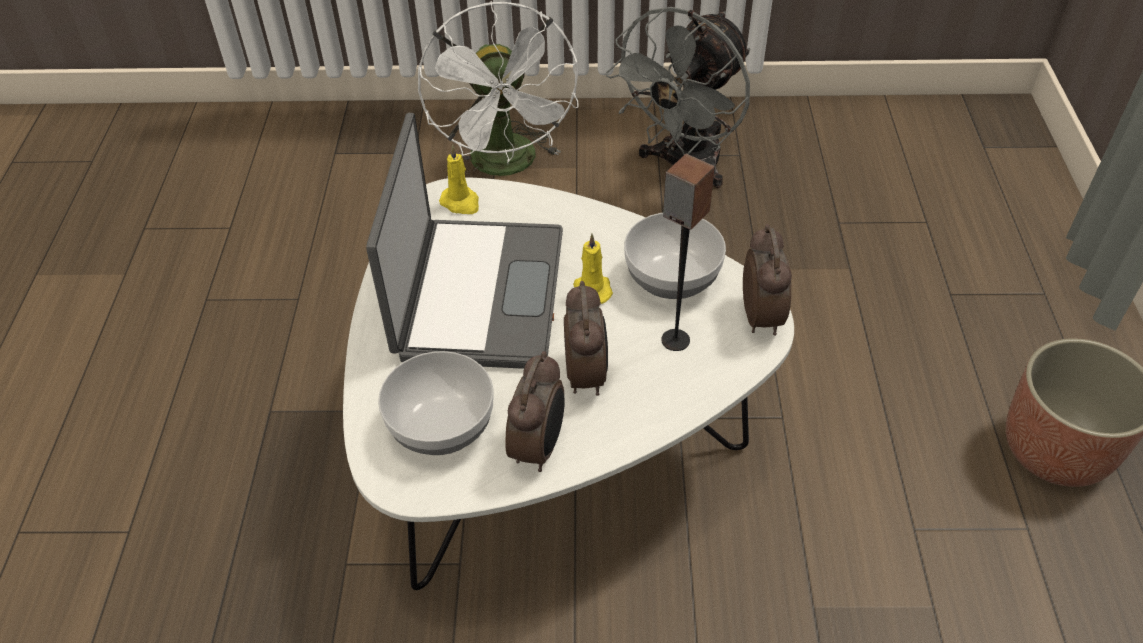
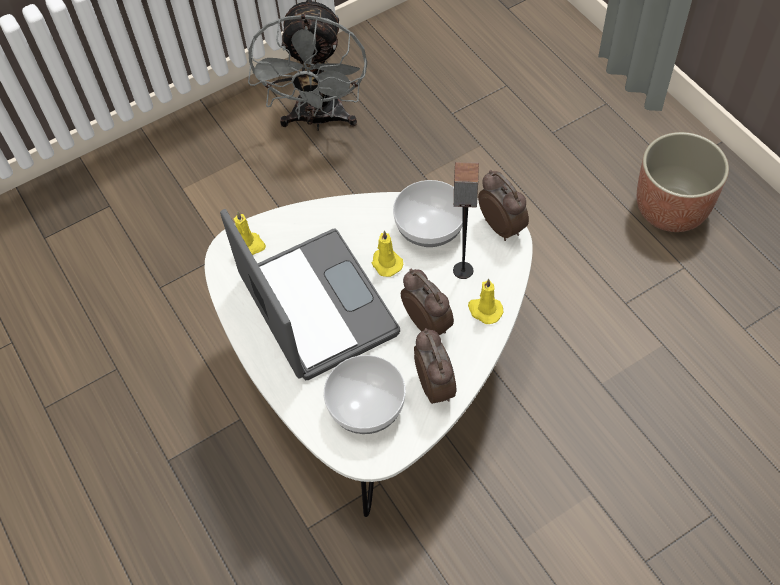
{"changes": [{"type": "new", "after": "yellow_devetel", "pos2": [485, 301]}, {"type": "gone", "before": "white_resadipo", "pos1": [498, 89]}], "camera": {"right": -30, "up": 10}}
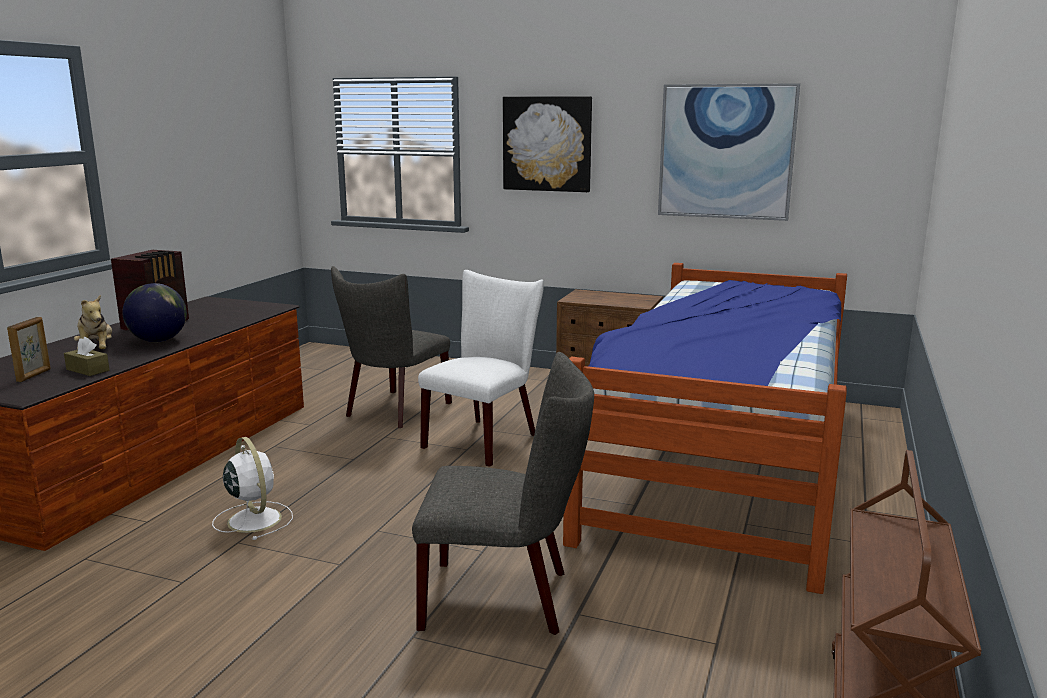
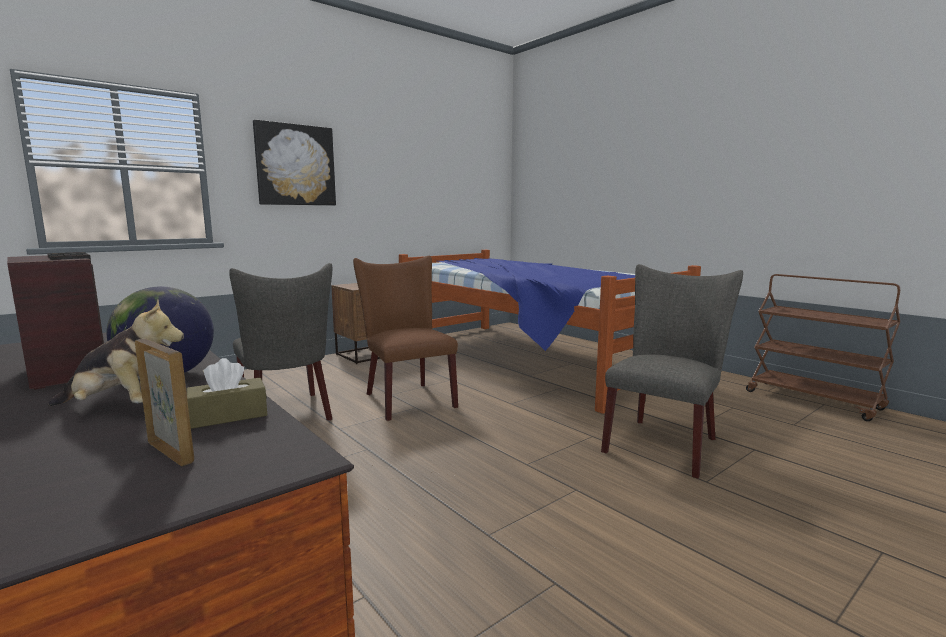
{"changes": [{"type": "repainted", "before": "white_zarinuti", "after": "brown_zarinuti", "pos1": [481, 368], "pos2": [405, 338]}, {"type": "gone", "before": "white_resadipo", "pos1": [252, 488]}, {"type": "gone", "before": "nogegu", "pos1": [729, 152]}], "camera": {"right": -60, "up": -5}}
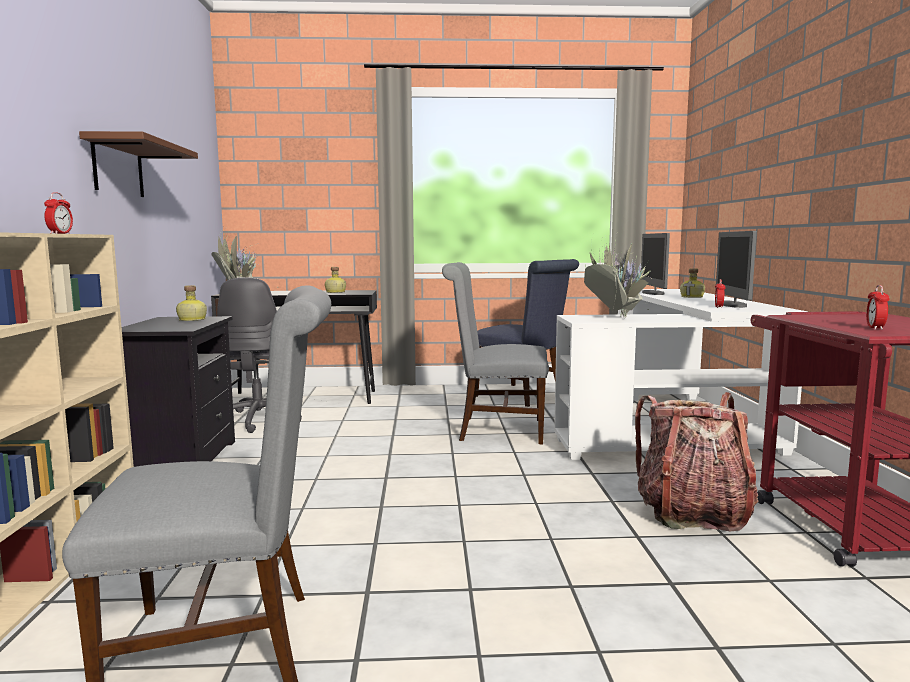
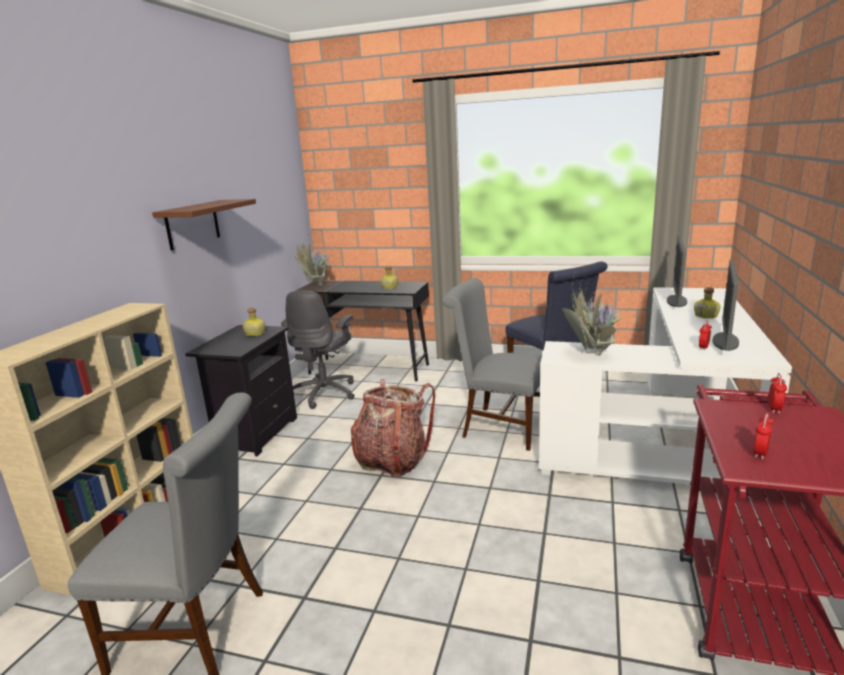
{"changes": [{"type": "shifted", "before": "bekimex", "pos1": [697, 462], "pos2": [393, 428]}, {"type": "shifted", "before": "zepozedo", "pos1": [58, 213], "pos2": [778, 393]}], "camera": {"right": 20, "up": 10}}
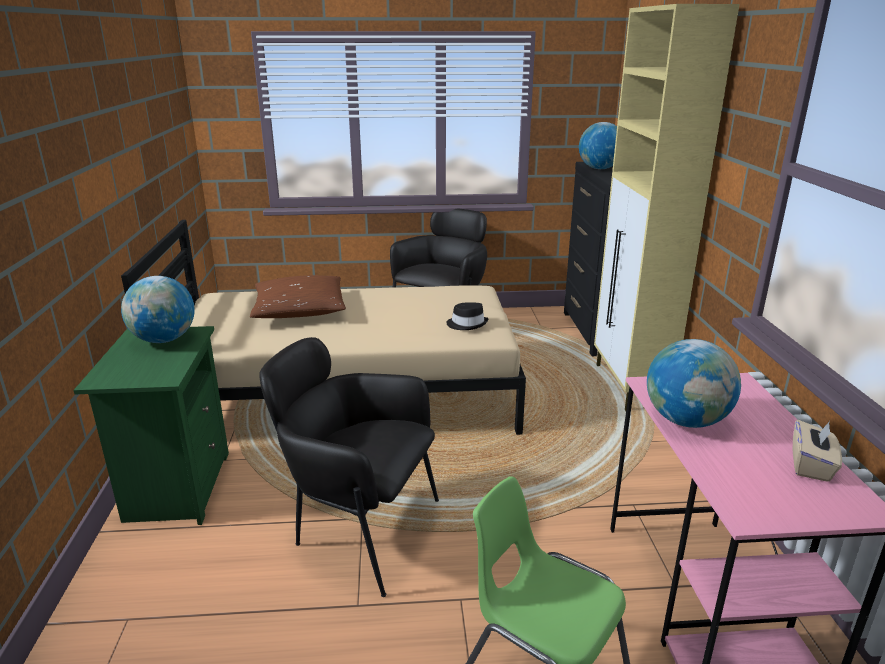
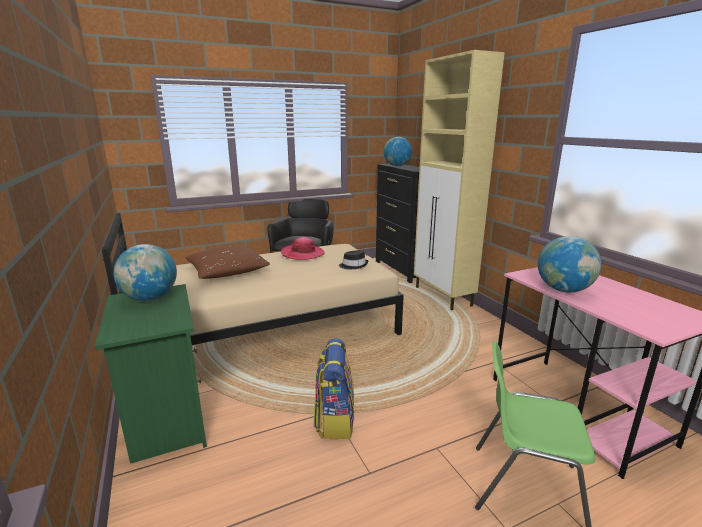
{"changes": [{"type": "new", "after": "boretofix", "pos2": [302, 248]}, {"type": "swapped", "before": "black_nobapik", "after": "bekimex", "pos1": [349, 467], "pos2": [334, 389]}, {"type": "gone", "before": "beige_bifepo", "pos1": [817, 451]}], "camera": {"right": -20, "up": -5}}
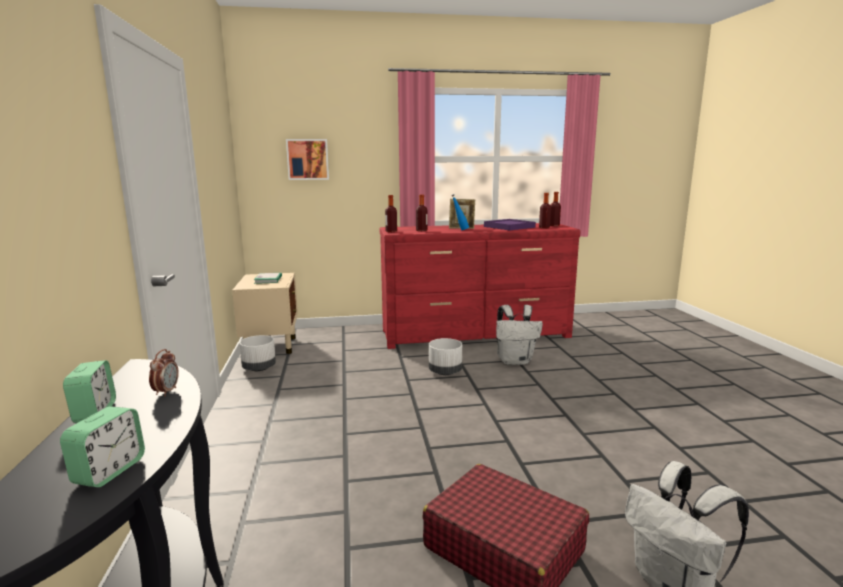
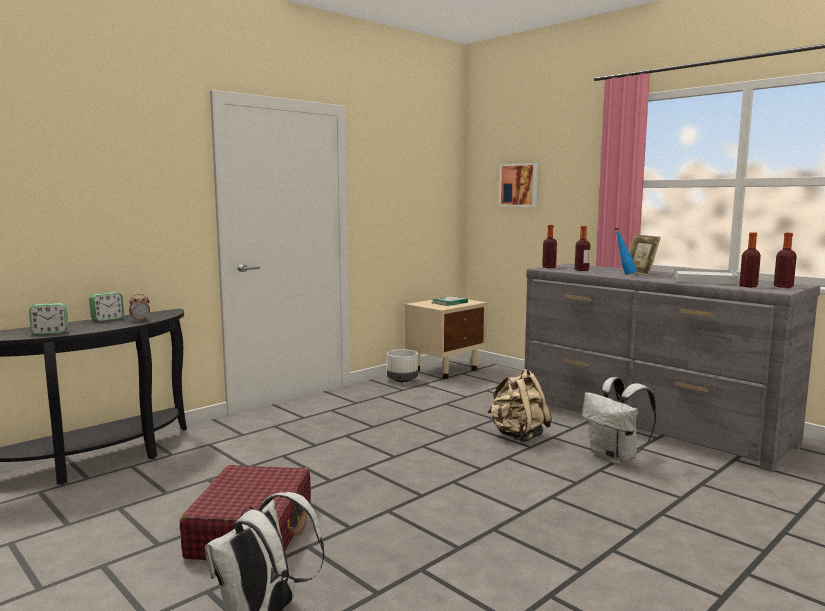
{"changes": [{"type": "swapped", "before": "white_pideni", "after": "beige_bekimex", "pos1": [445, 356], "pos2": [520, 405]}, {"type": "repainted", "before": "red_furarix", "after": "grey_furarix", "pos1": [480, 286], "pos2": [672, 368]}, {"type": "repainted", "before": "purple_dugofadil", "after": "white_dugofadil", "pos1": [510, 225], "pos2": [707, 276]}], "camera": {"right": 55, "up": -5}}
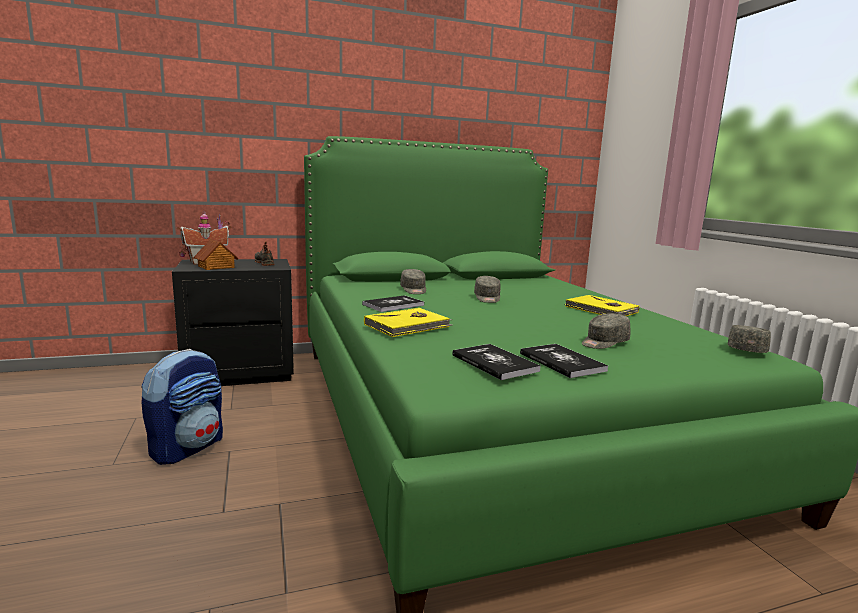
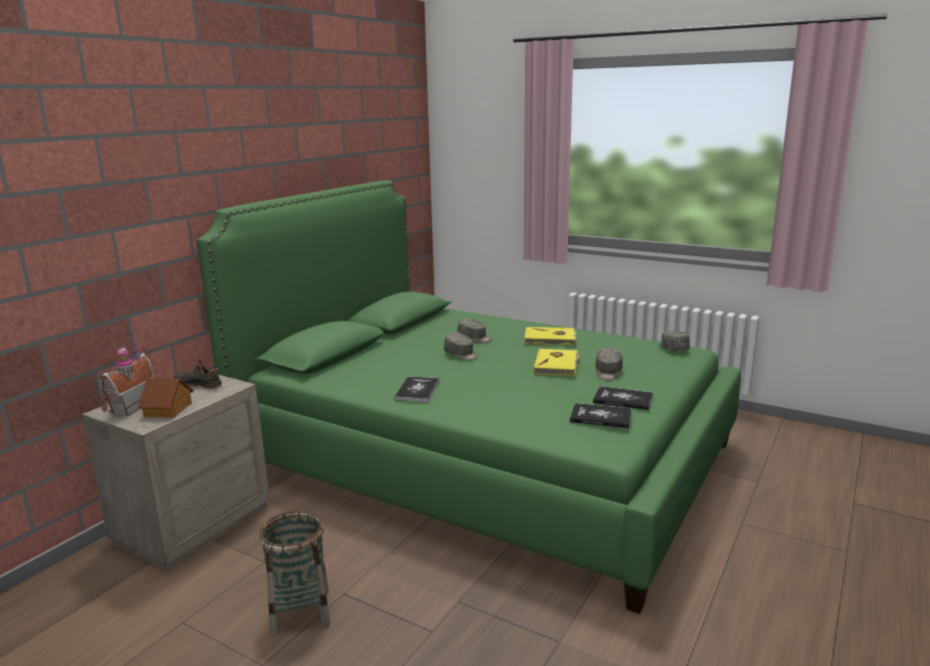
{"changes": [{"type": "repainted", "before": "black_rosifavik", "after": "beige_rosifavik", "pos1": [233, 322], "pos2": [175, 473]}, {"type": "swapped", "before": "bekimex", "after": "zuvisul", "pos1": [182, 407], "pos2": [295, 573]}, {"type": "shifted", "before": "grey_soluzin", "pos1": [413, 281], "pos2": [474, 331]}, {"type": "shifted", "before": "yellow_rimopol", "pos1": [408, 322], "pos2": [557, 362]}], "camera": {"right": -40, "up": 5}}
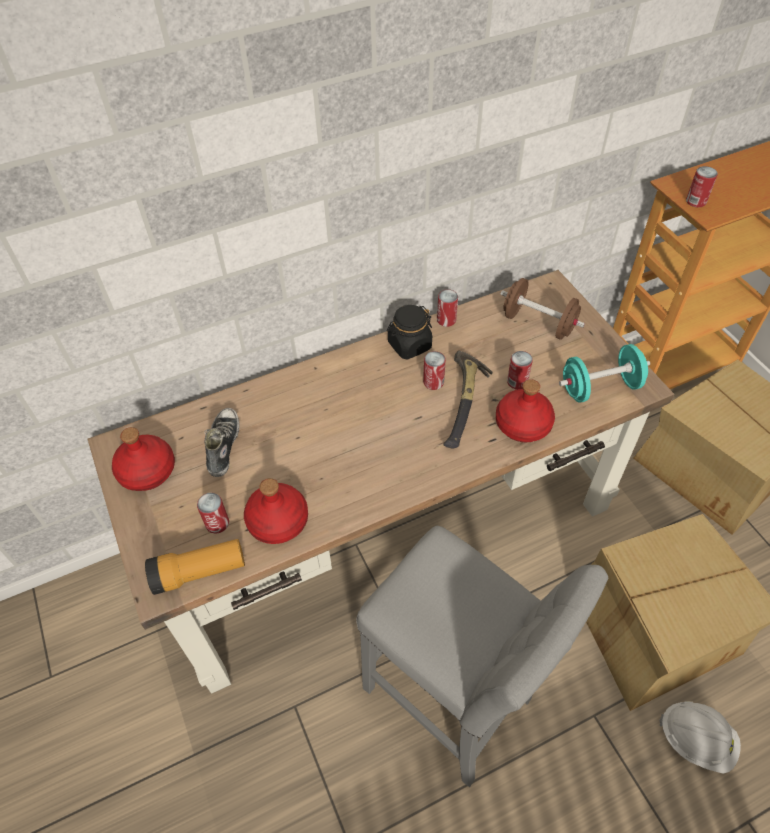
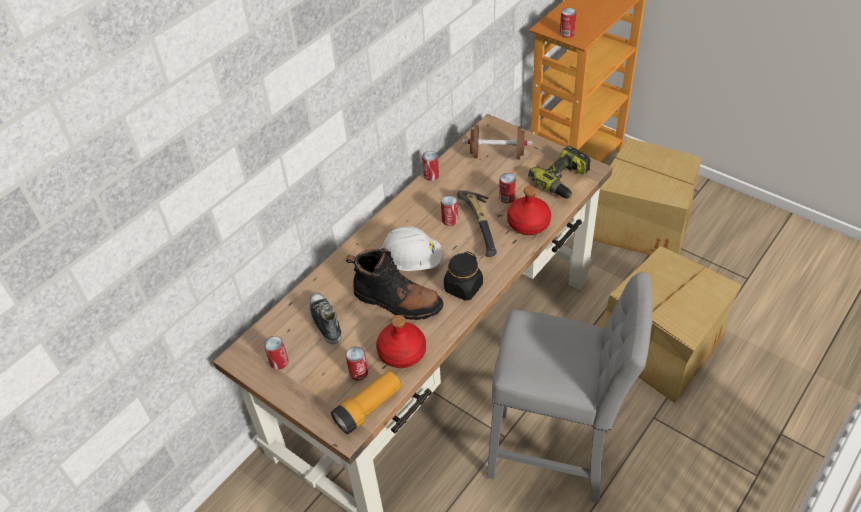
{"changes": [{"type": "swapped", "before": "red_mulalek", "after": "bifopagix", "pos1": [143, 459], "pos2": [276, 353]}, {"type": "new", "after": "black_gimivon", "pos2": [394, 284]}, {"type": "shifted", "before": "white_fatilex", "pos1": [700, 737], "pos2": [411, 248]}, {"type": "shifted", "before": "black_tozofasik", "pos1": [409, 332], "pos2": [463, 276]}, {"type": "swapped", "before": "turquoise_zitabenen", "after": "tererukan", "pos1": [604, 373], "pos2": [559, 172]}], "camera": {"right": -25, "up": -5}}
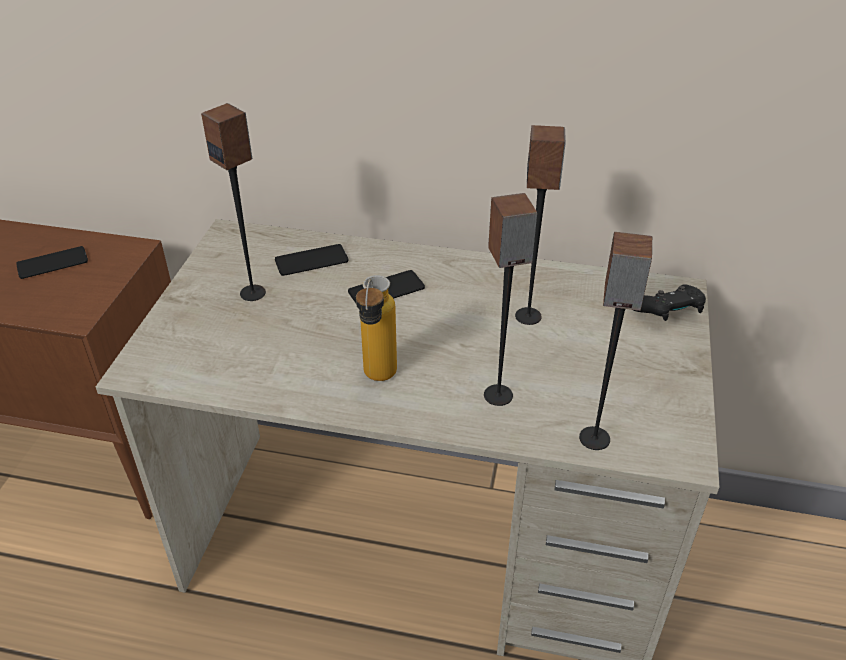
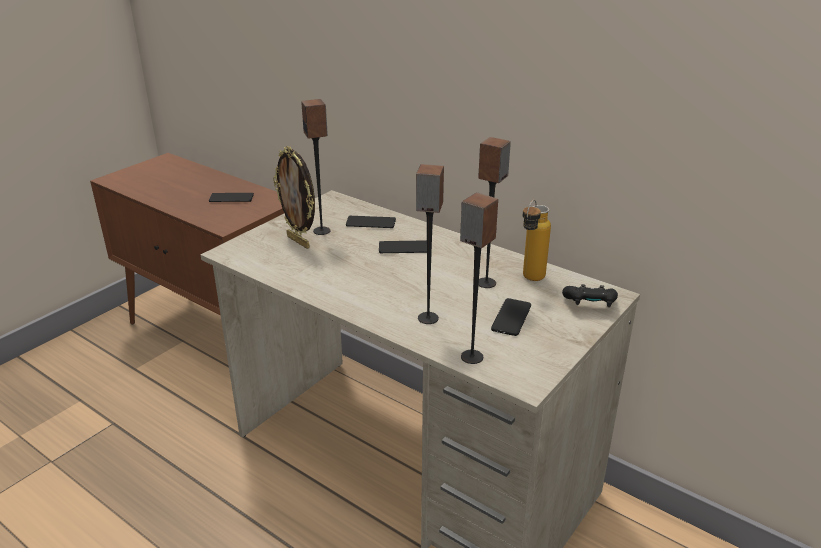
{"changes": [{"type": "new", "after": "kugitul", "pos2": [294, 197]}, {"type": "new", "after": "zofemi", "pos2": [511, 317]}, {"type": "shifted", "before": "mulalek", "pos1": [376, 328], "pos2": [536, 240]}], "camera": {"right": 25, "up": -10}}
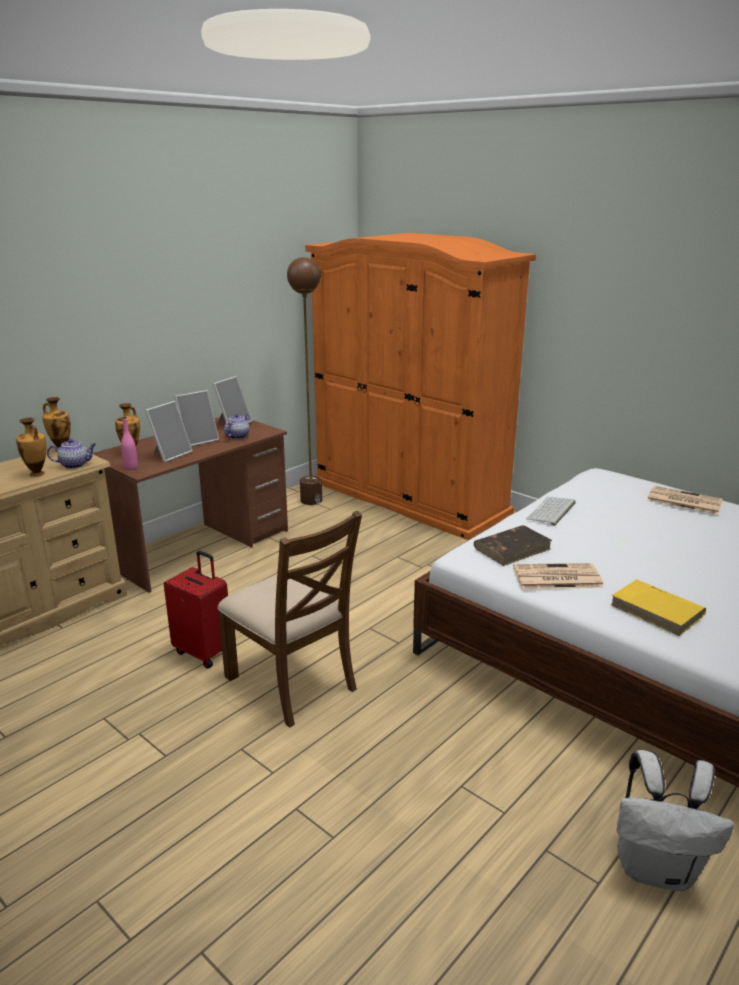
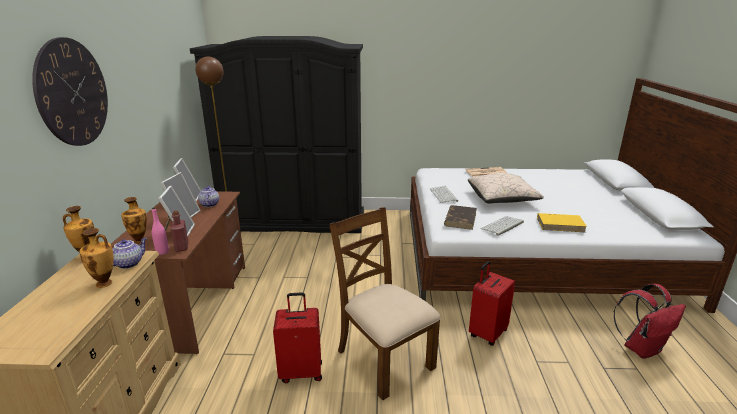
{"changes": [{"type": "new", "after": "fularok", "pos2": [70, 91]}, {"type": "new", "after": "red_mulalek", "pos2": [180, 231]}, {"type": "repainted", "before": "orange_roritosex", "after": "black_roritosex", "pos1": [420, 386], "pos2": [277, 134]}, {"type": "rotated", "before": "brown_zarinuti", "pos1": [290, 619], "pos2": [385, 303], "turn": -135}, {"type": "new", "after": "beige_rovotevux", "pos2": [506, 188]}, {"type": "new", "after": "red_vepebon", "pos2": [492, 303]}, {"type": "swapped", "before": "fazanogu", "after": "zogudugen", "pos1": [558, 576], "pos2": [502, 226]}, {"type": "repainted", "before": "white_bekimex", "after": "red_bekimex", "pos1": [675, 820], "pos2": [650, 321]}], "camera": {"right": -40, "up": 0}}
